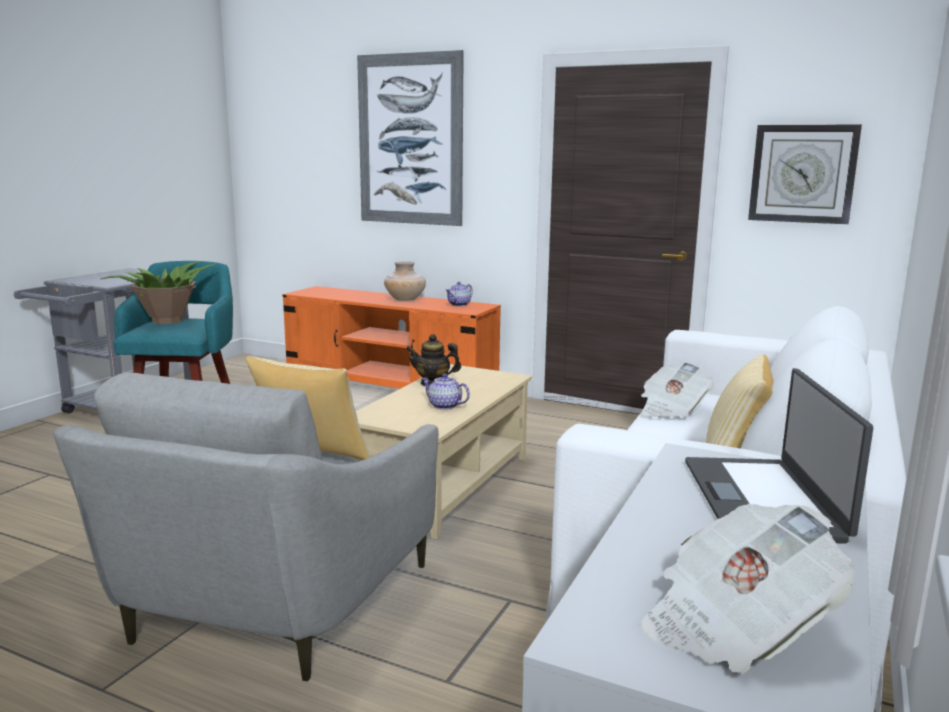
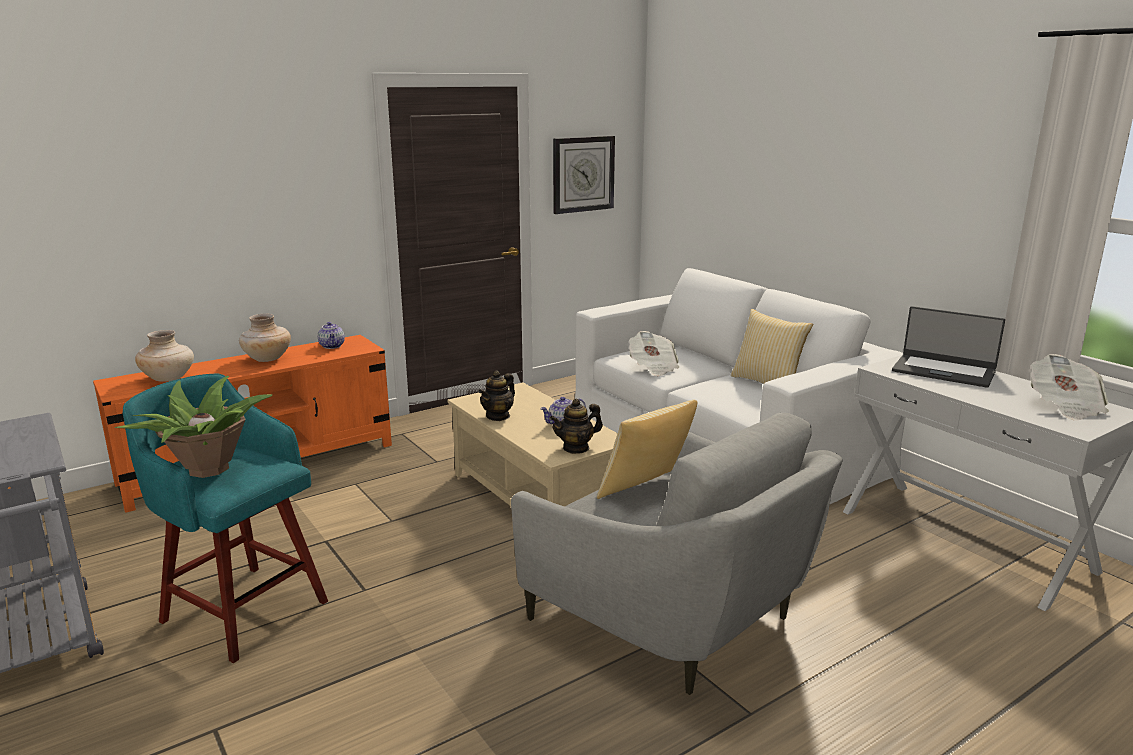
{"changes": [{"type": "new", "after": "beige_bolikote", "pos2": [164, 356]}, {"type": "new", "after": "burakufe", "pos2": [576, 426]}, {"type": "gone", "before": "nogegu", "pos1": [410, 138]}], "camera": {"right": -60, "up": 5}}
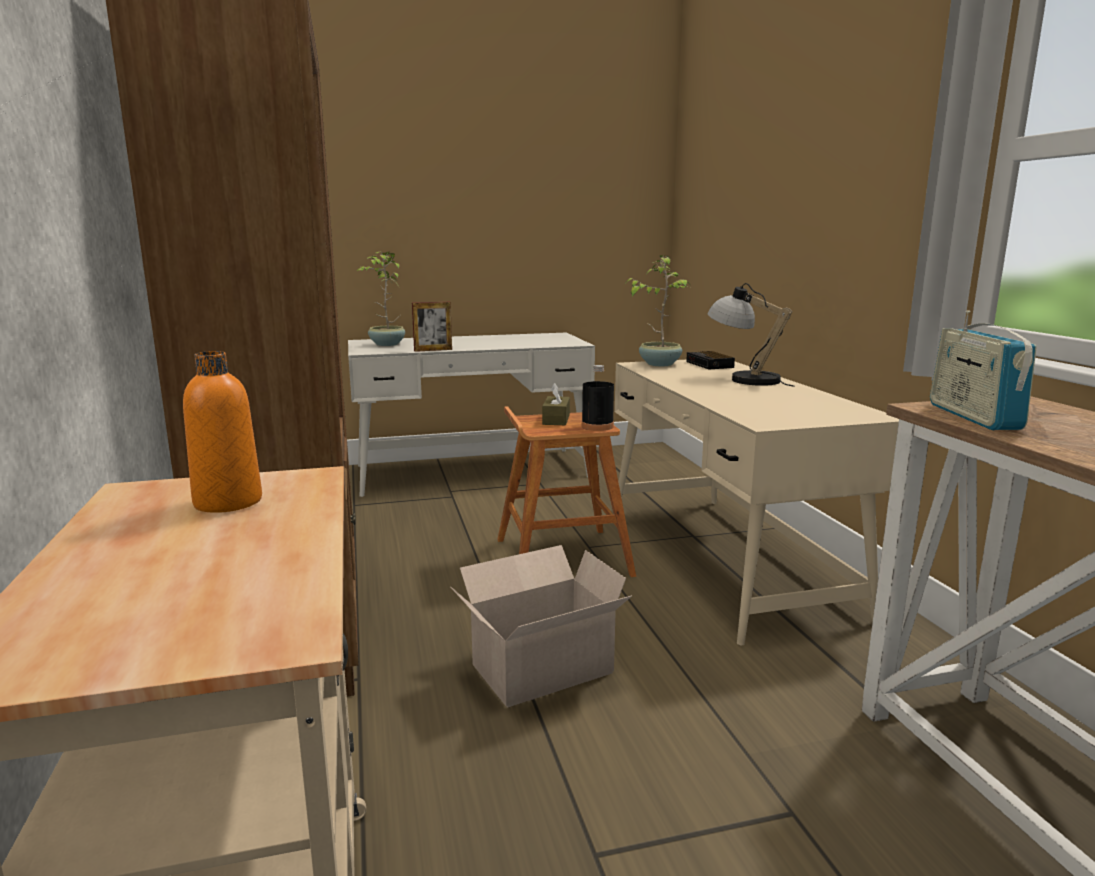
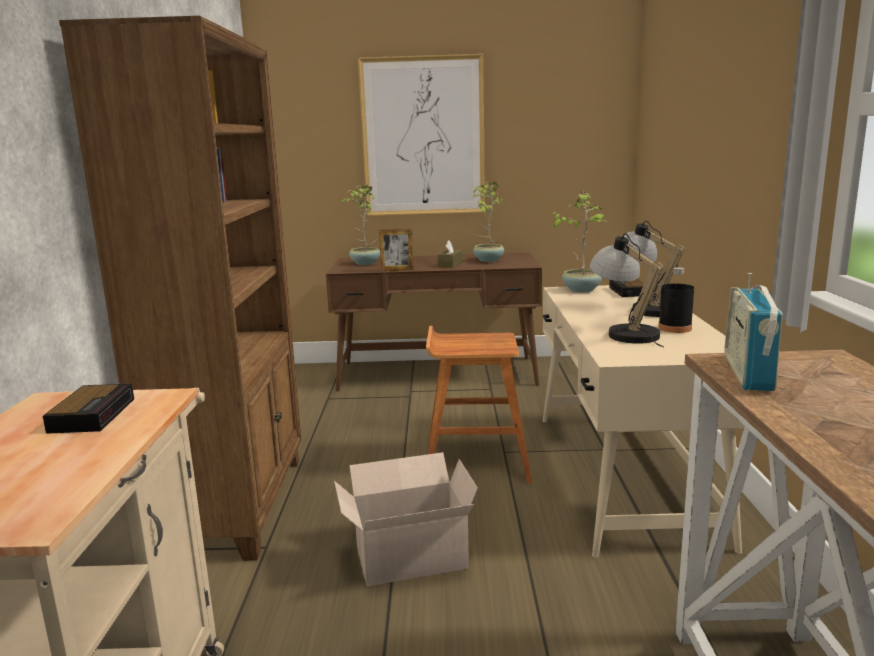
{"changes": [{"type": "swapped", "before": "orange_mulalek", "after": "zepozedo", "pos1": [222, 432], "pos2": [88, 408]}, {"type": "repainted", "before": "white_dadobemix", "after": "brown_dadobemix", "pos1": [471, 415], "pos2": [434, 322]}, {"type": "new", "after": "nogegu", "pos2": [421, 135]}, {"type": "shifted", "before": "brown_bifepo", "pos1": [556, 404], "pos2": [450, 254]}, {"type": "new", "after": "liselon", "pos2": [488, 222]}, {"type": "new", "after": "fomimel", "pos2": [627, 290]}, {"type": "shifted", "before": "black_mulalek", "pos1": [598, 398], "pos2": [676, 300]}], "camera": {"right": 15, "up": 0}}
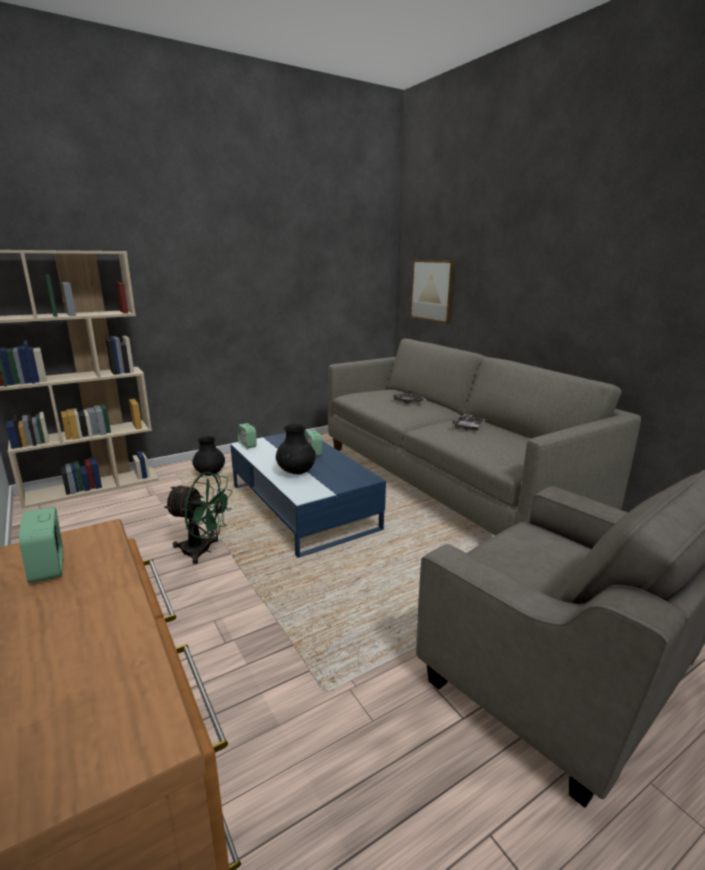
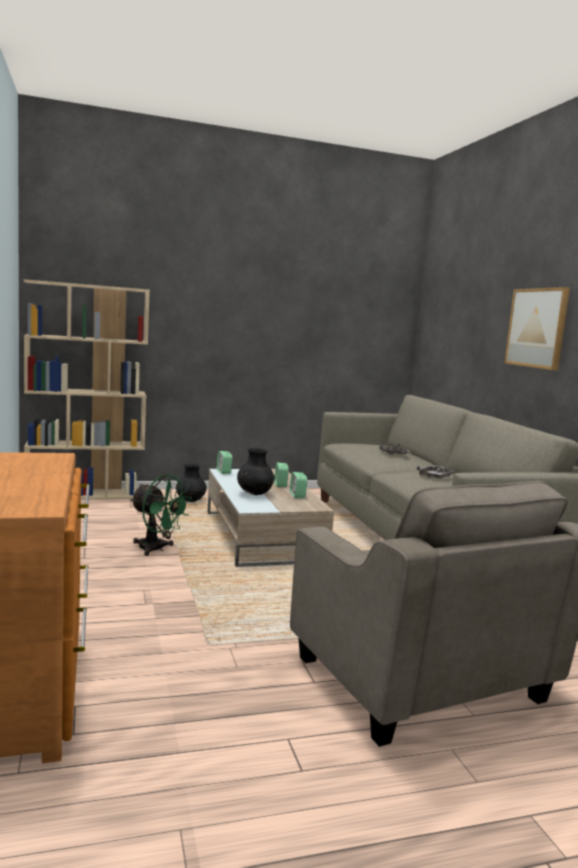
{"changes": [{"type": "repainted", "before": "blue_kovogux", "after": "beige_kovogux", "pos1": [308, 494], "pos2": [270, 518]}, {"type": "shifted", "before": "zepozedo", "pos1": [41, 545], "pos2": [298, 485]}, {"type": "shifted", "before": "nogegu", "pos1": [433, 292], "pos2": [537, 328]}], "camera": {"right": 15, "up": -10}}
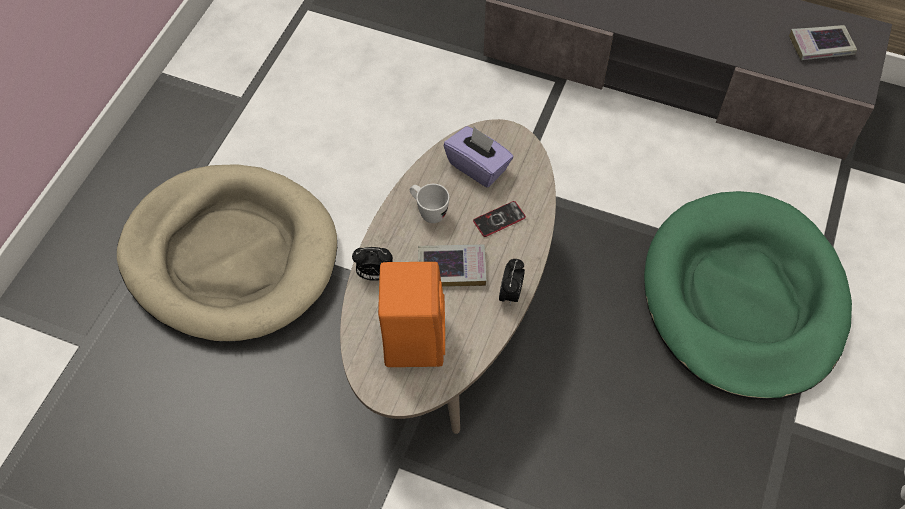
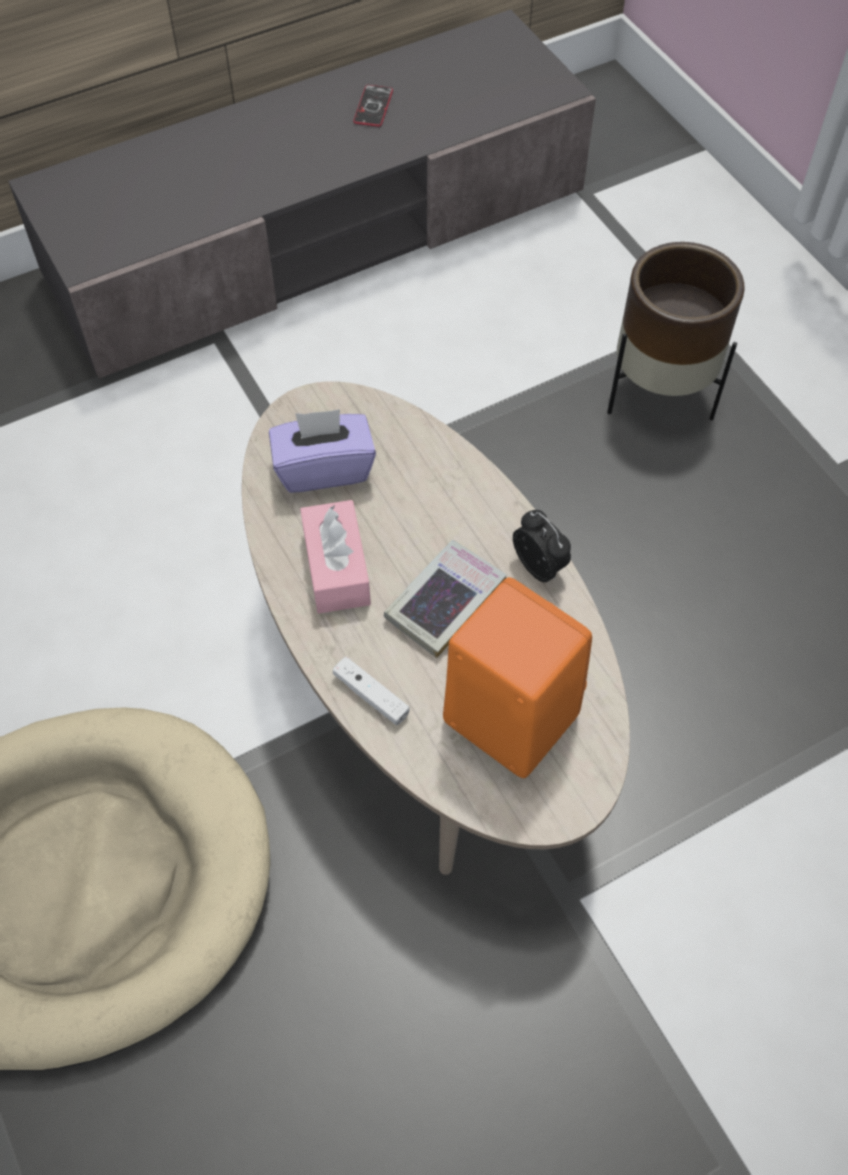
{"changes": [{"type": "swapped", "before": "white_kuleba", "after": "pink_bifepo", "pos1": [429, 203], "pos2": [335, 556]}, {"type": "swapped", "before": "zepozedo", "after": "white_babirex", "pos1": [372, 264], "pos2": [371, 690]}, {"type": "shifted", "before": "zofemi", "pos1": [499, 219], "pos2": [373, 106]}, {"type": "swapped", "before": "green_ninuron", "after": "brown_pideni", "pos1": [748, 295], "pos2": [676, 331]}, {"type": "gone", "before": "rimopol", "pos1": [823, 42]}], "camera": {"right": -50, "up": 0}}
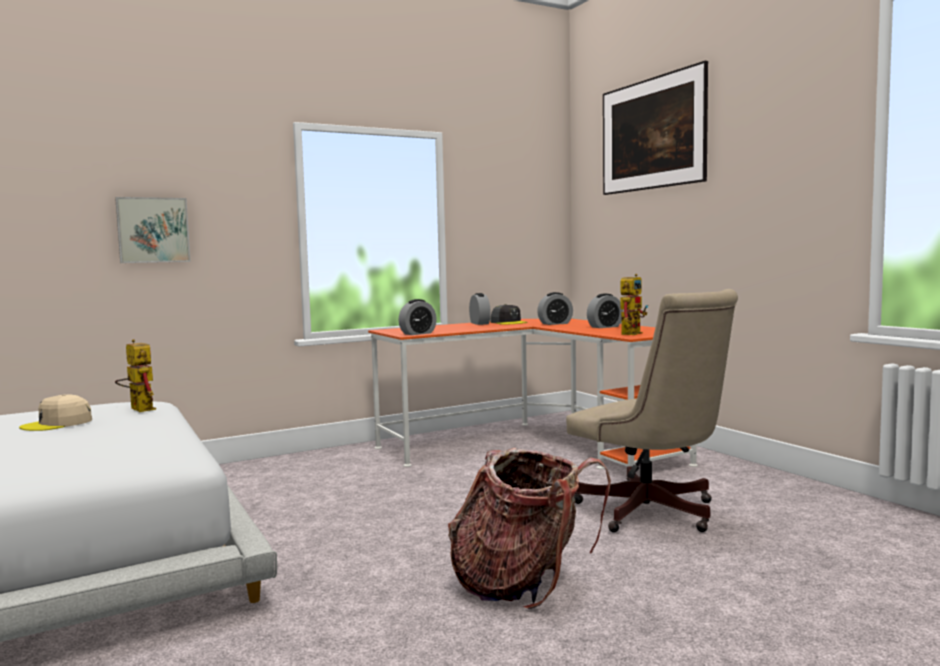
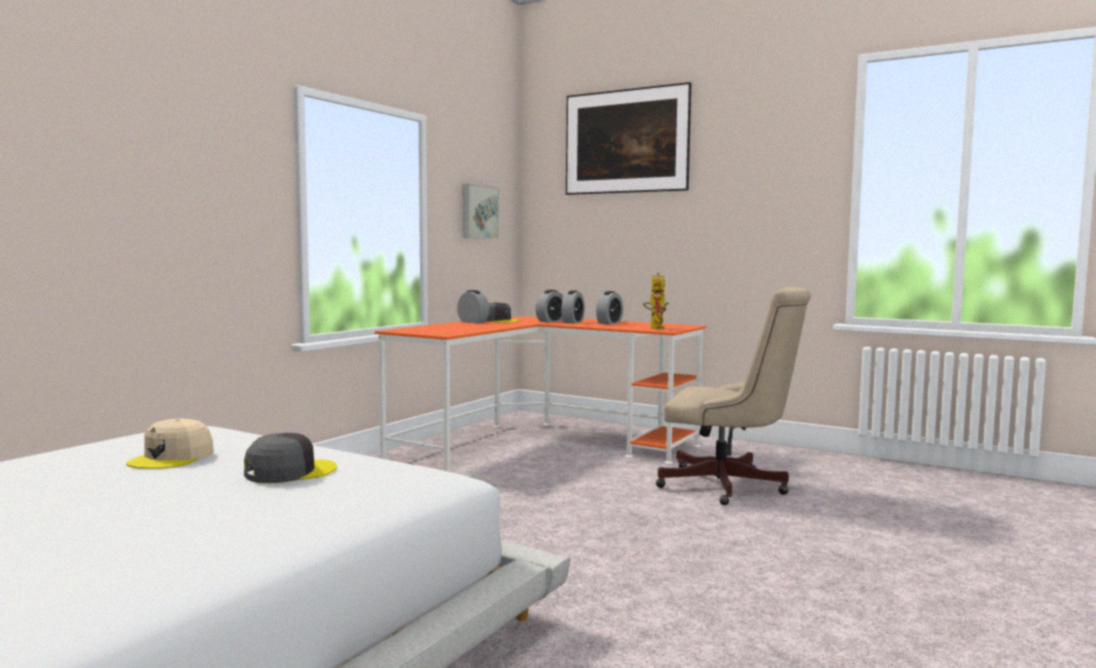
{"changes": [{"type": "new", "after": "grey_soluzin", "pos2": [290, 458]}, {"type": "shifted", "before": "nogegu", "pos1": [153, 230], "pos2": [481, 211]}, {"type": "shifted", "before": "zepozedo", "pos1": [417, 317], "pos2": [573, 306]}, {"type": "gone", "before": "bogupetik", "pos1": [135, 375]}, {"type": "gone", "before": "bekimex", "pos1": [529, 528]}], "camera": {"right": -30, "up": 0}}
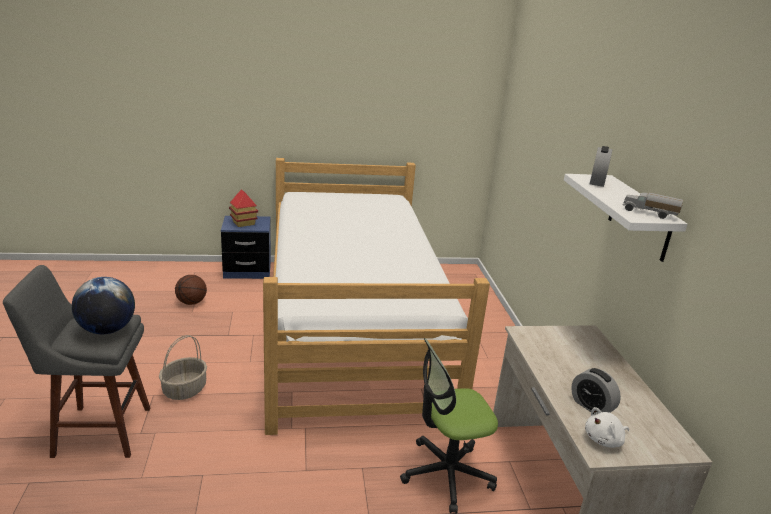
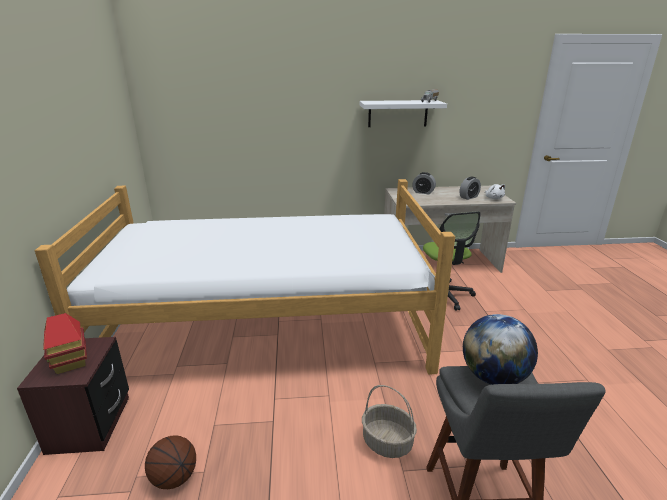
{"changes": [{"type": "repainted", "before": "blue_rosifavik", "after": "brown_rosifavik", "pos1": [246, 247], "pos2": [73, 396]}, {"type": "shifted", "before": "zepozedo", "pos1": [601, 166], "pos2": [424, 183]}], "camera": {"right": -85, "up": 0}}
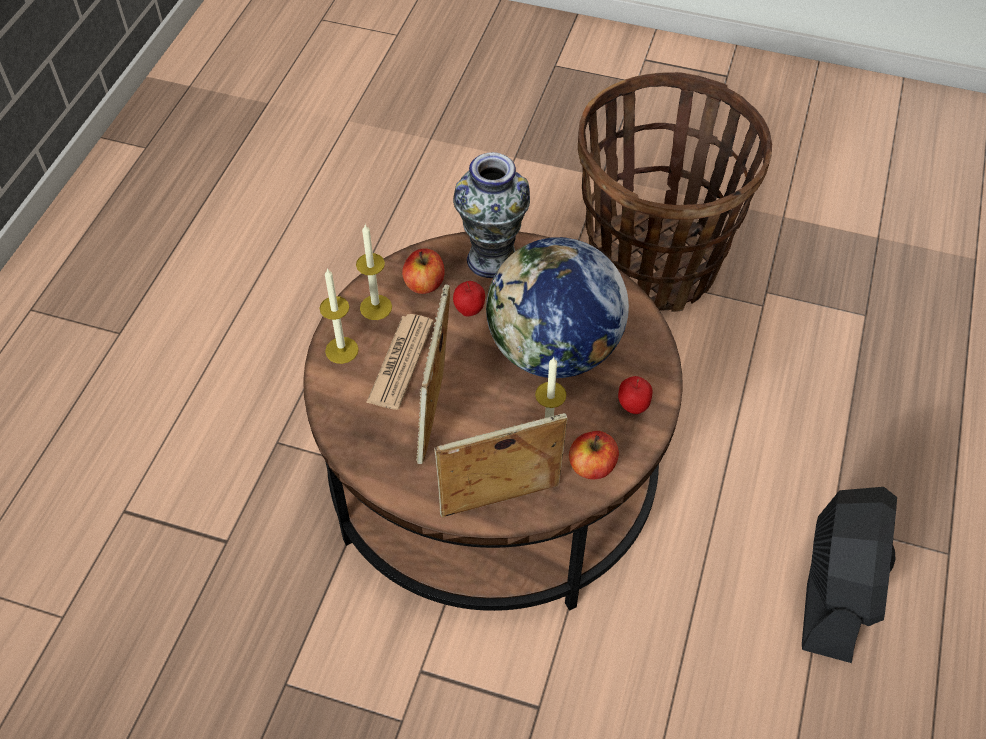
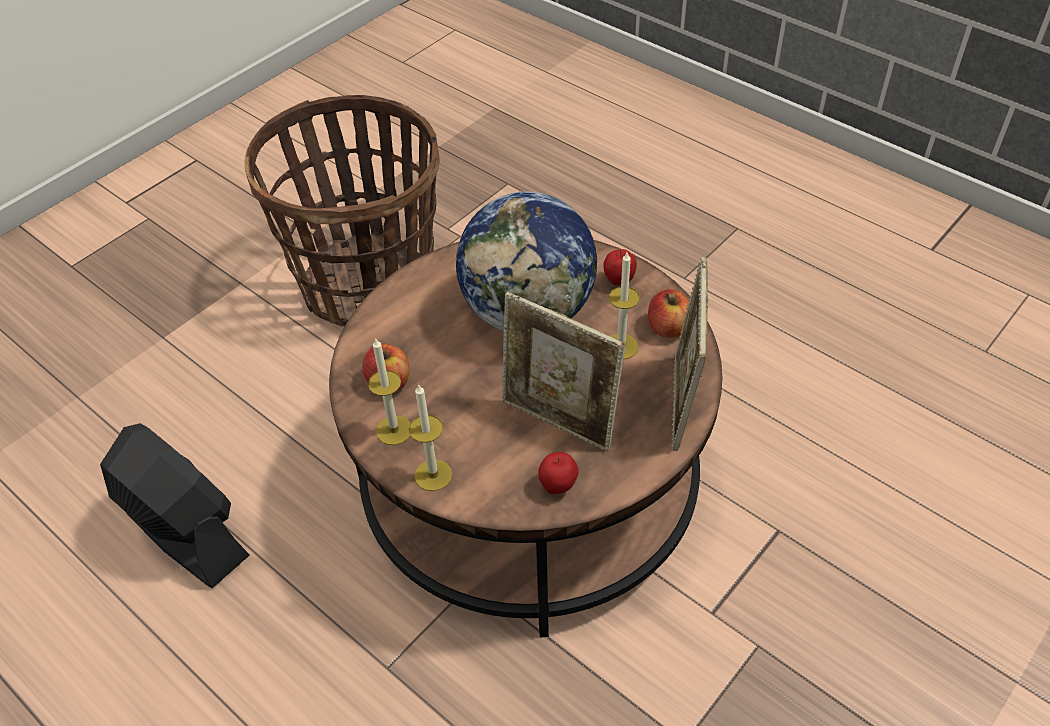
{"changes": [{"type": "shifted", "before": "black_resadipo", "pos1": [849, 575], "pos2": [175, 505]}, {"type": "shifted", "before": "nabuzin", "pos1": [469, 299], "pos2": [558, 473]}, {"type": "gone", "before": "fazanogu", "pos1": [400, 362]}, {"type": "gone", "before": "bolikote", "pos1": [491, 215]}], "camera": {"right": -65, "up": -5}}
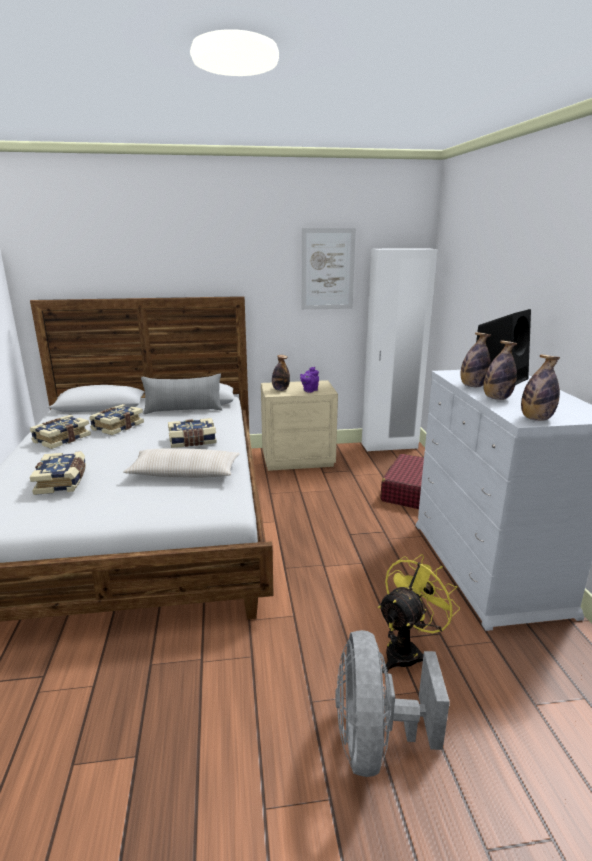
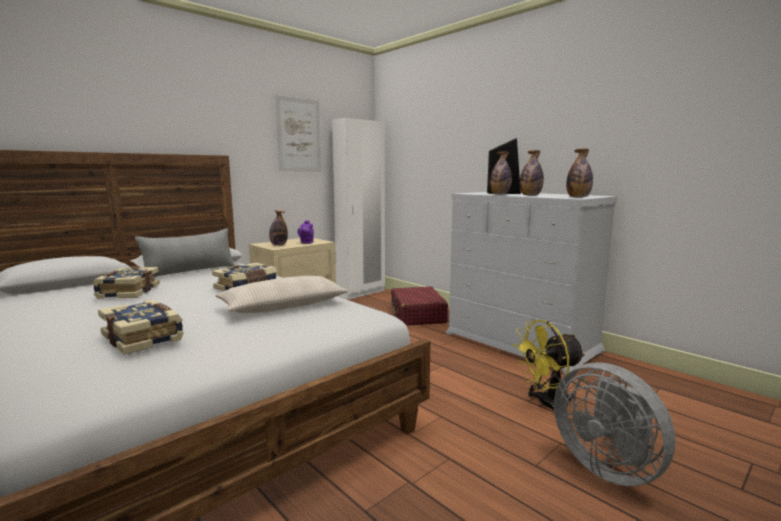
{"changes": [{"type": "rotated", "before": "yellow_resadipo", "pos1": [419, 613], "pos2": [549, 365], "turn": -120}, {"type": "gone", "before": "rimopol", "pos1": [60, 432]}], "camera": {"right": -35, "up": -10}}
